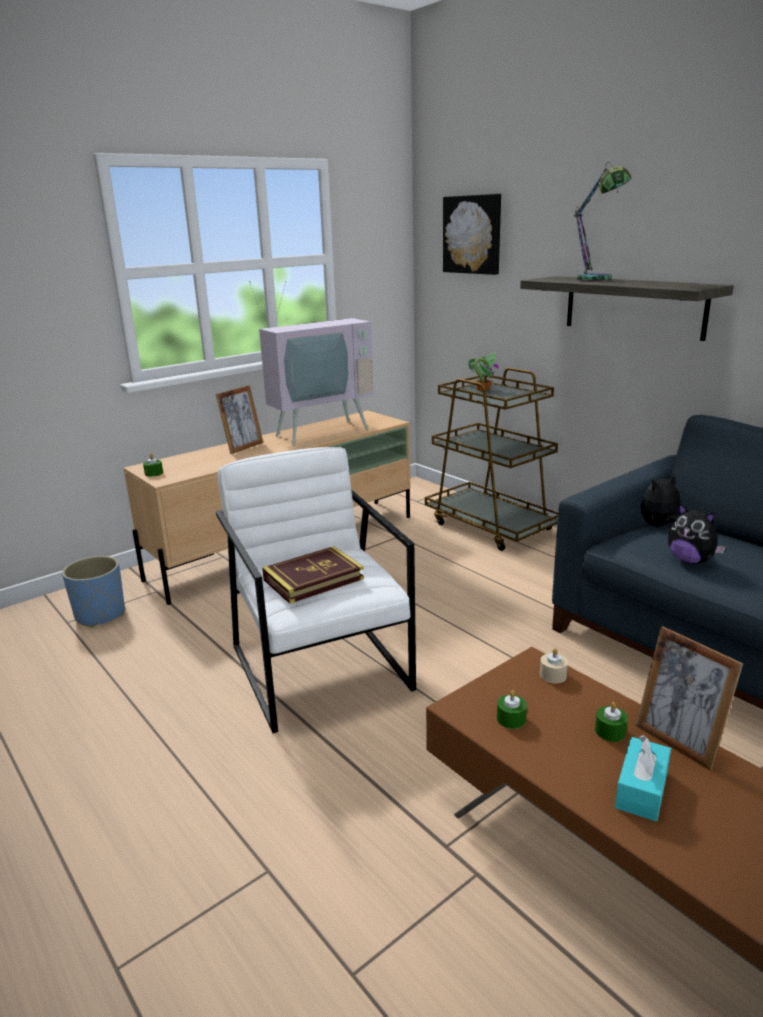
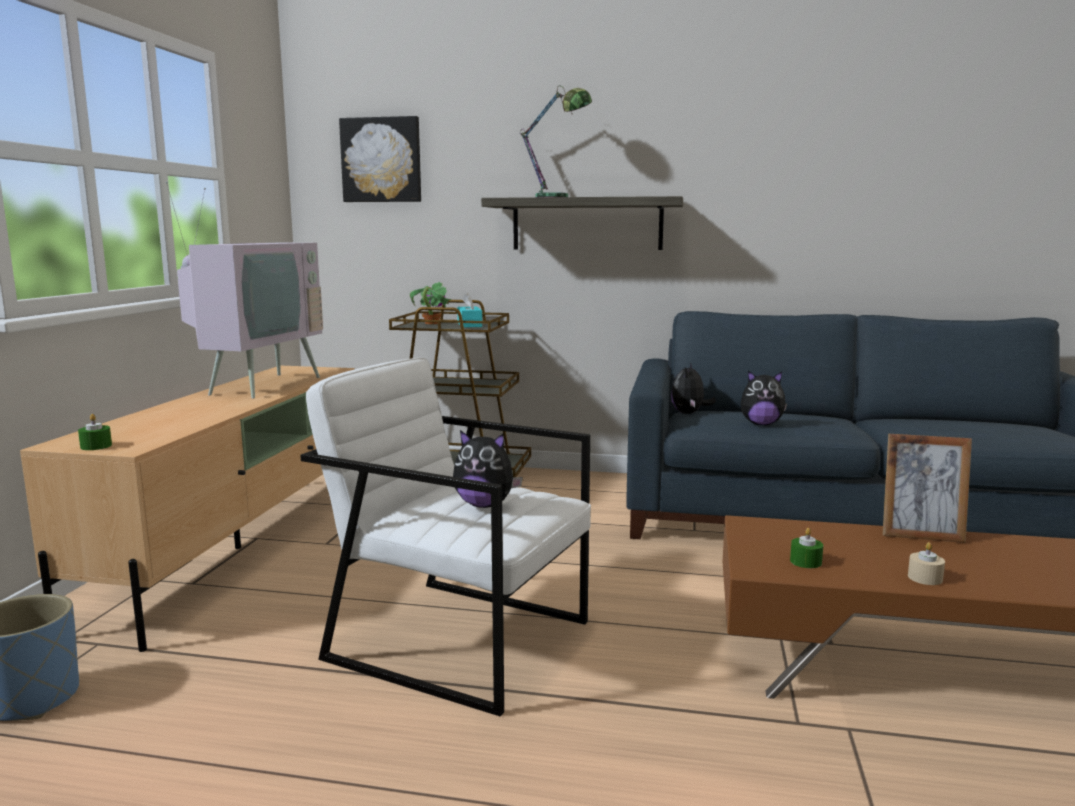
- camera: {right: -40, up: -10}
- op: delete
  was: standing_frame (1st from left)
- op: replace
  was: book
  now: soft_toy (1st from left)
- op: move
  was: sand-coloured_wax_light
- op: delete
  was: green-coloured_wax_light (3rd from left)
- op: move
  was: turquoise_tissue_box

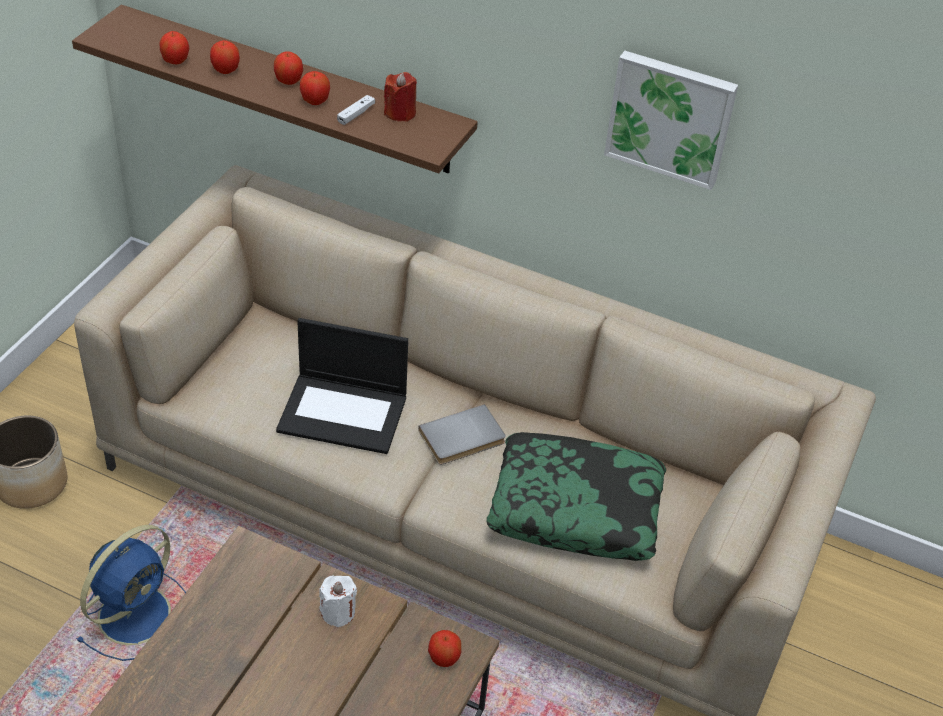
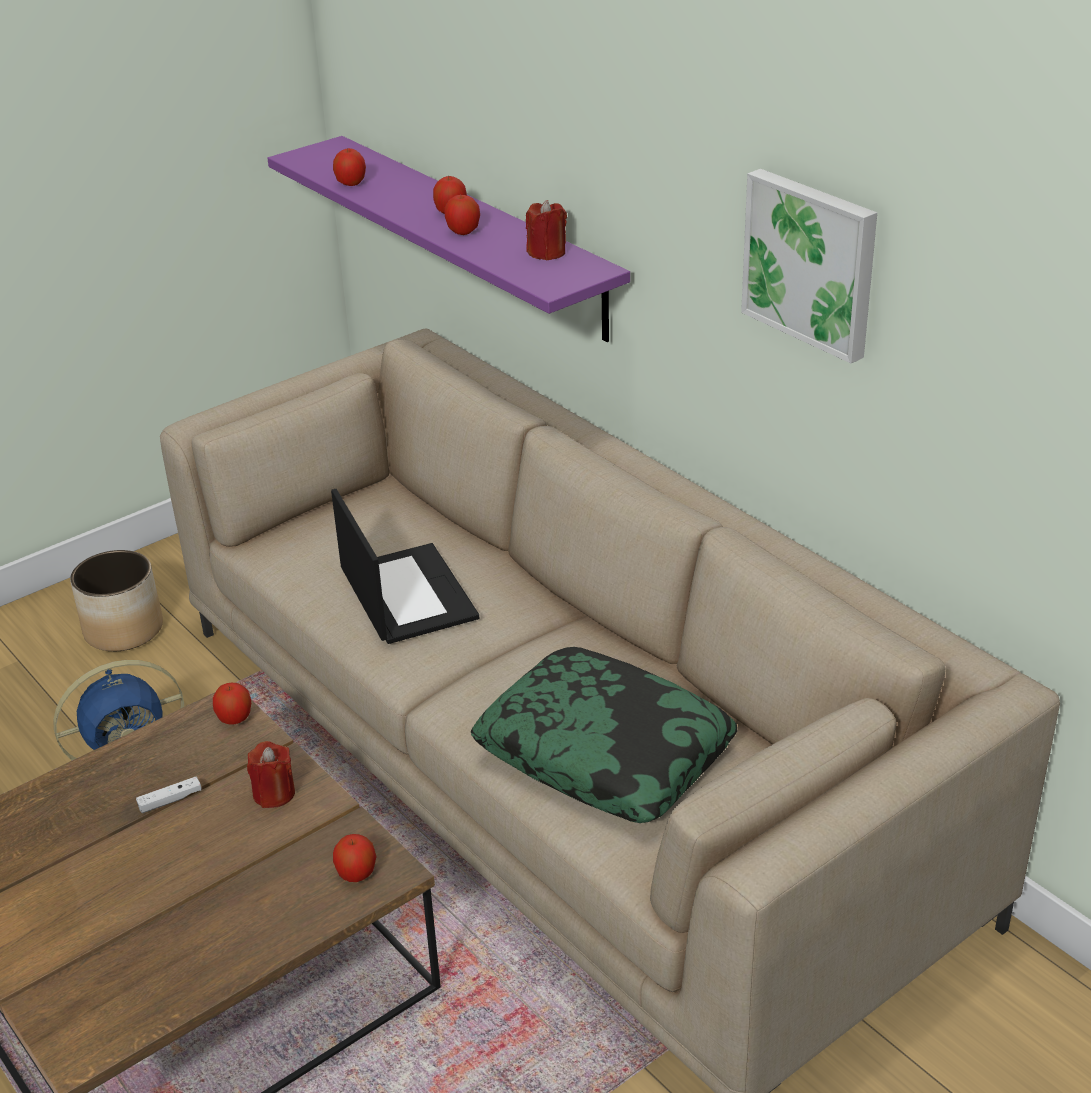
- camera: {right: 30, up: -10}
- op: recolor
  was: brown-coloured_bracket_shelf
  now: purple_bracket_shelf
- op: move
  was: apple (2nd from left in the first image)
  now: apple (1st from left)
- op: rotate
  was: laptop
  clockwise: -150
- op: recolor
  was: white_wax_light
  now: red_wax_light (1st from left)
- op: move
  was: white_game_controller
- op: delete
  was: grey_book

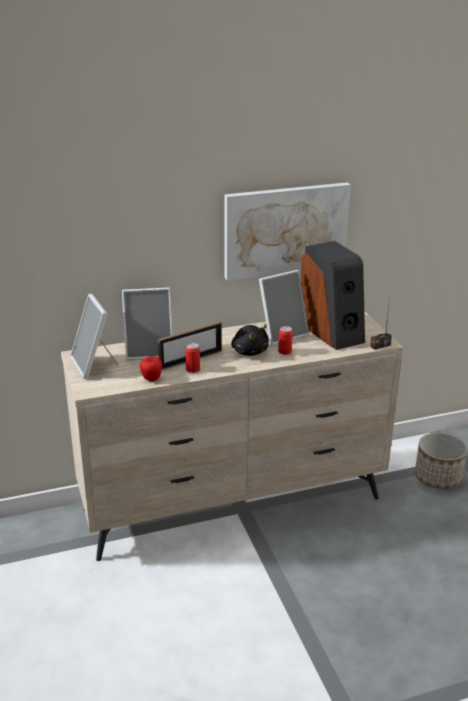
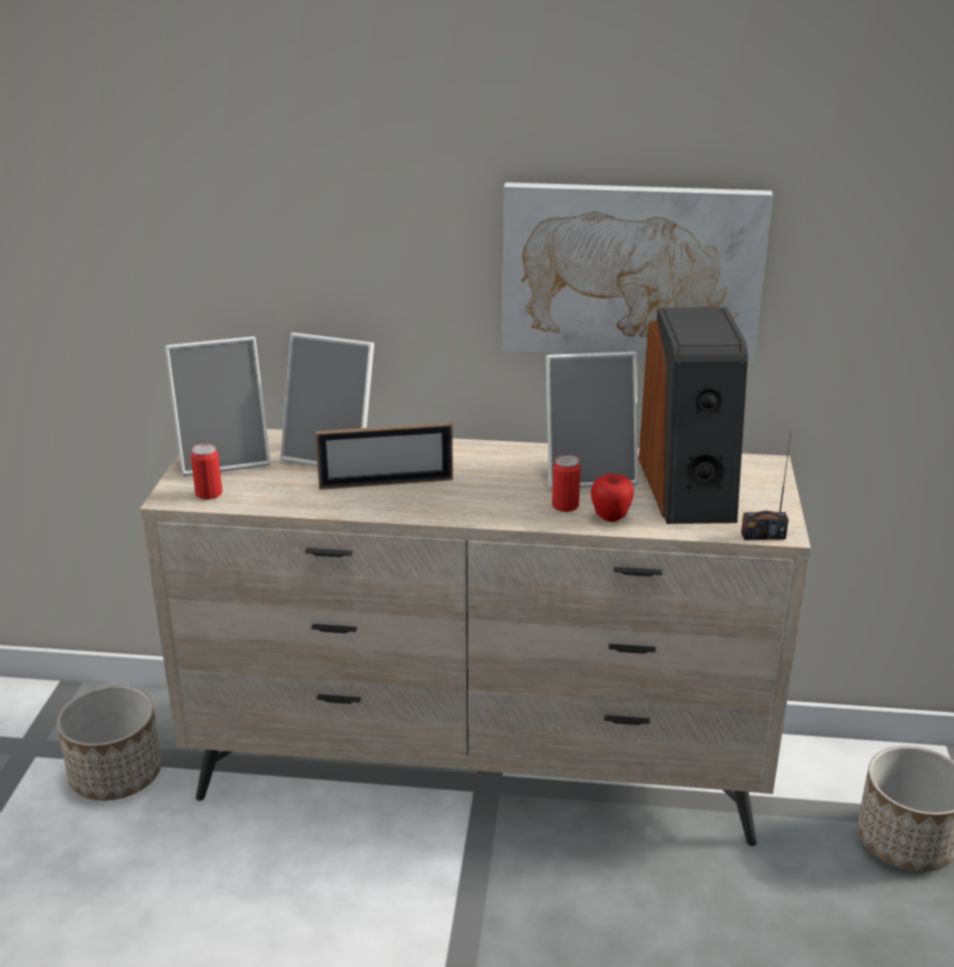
- camera: {right: 25, up: 0}
- op: rotate
  was: standing_frame (1st from left)
  clockwise: -105
- op: move
  was: apple
- op: move
  was: sealed_can (1st from left)
- op: delete
  was: black_soft_toy
- op: insert
  now: planter (1st from left)

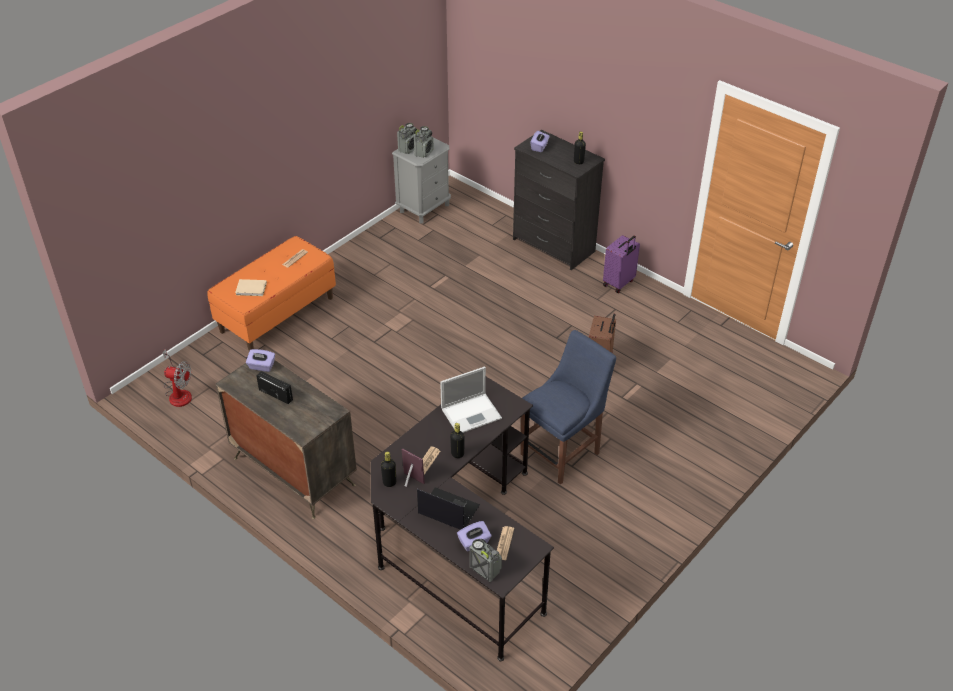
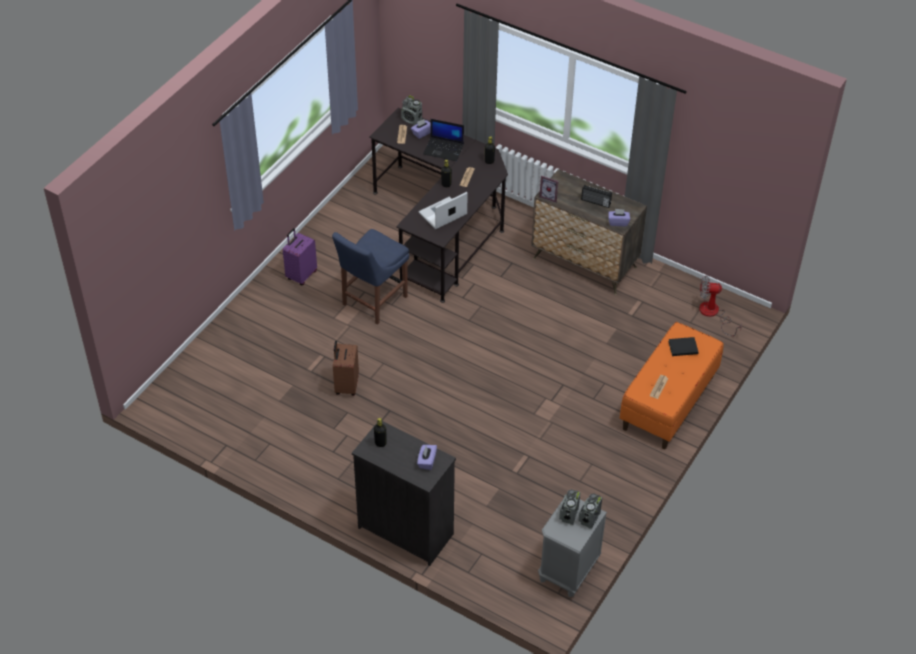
- camera: {right: 170, up: 5}
- op: recolor
  was: sand-coloured_book
  now: black_book
- op: move
  was: standing_frame
- op: move
  was: purple_suitcase

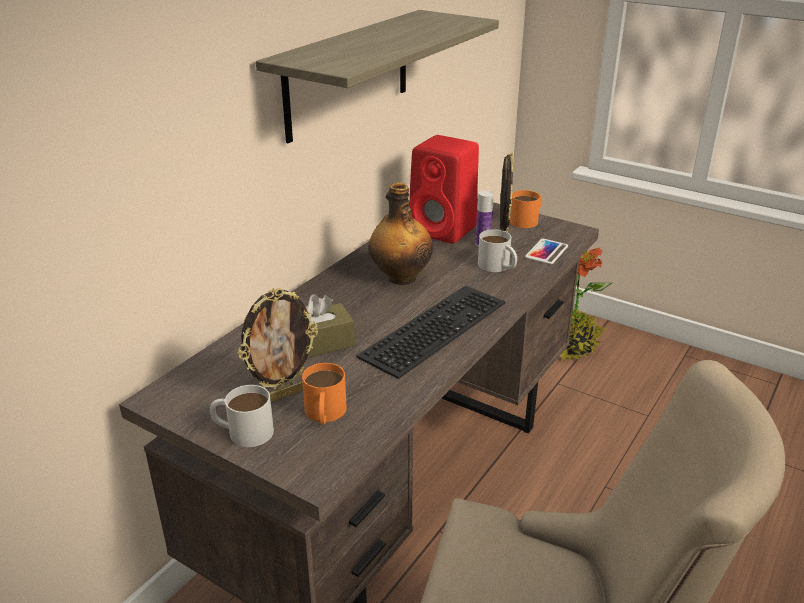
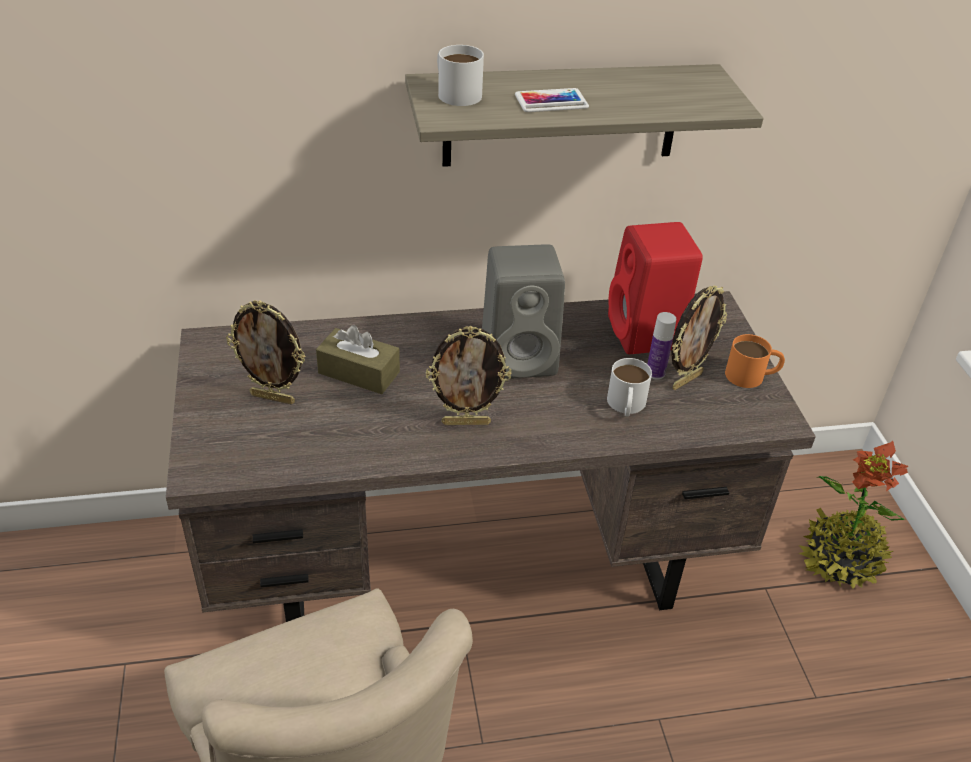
- camera: {right: 45, up: 10}
- op: move
  was: white_coffee_mug (1st from left)
- op: delete
  was: orange-coloured_coffee_mug (1st from left)
- op: replace
  was: computer_keyboard
  now: standing_frame (2nd from left)
- op: replace
  was: drink_bottle (1st from left)
  now: grey_speaker
- op: move
  was: phone

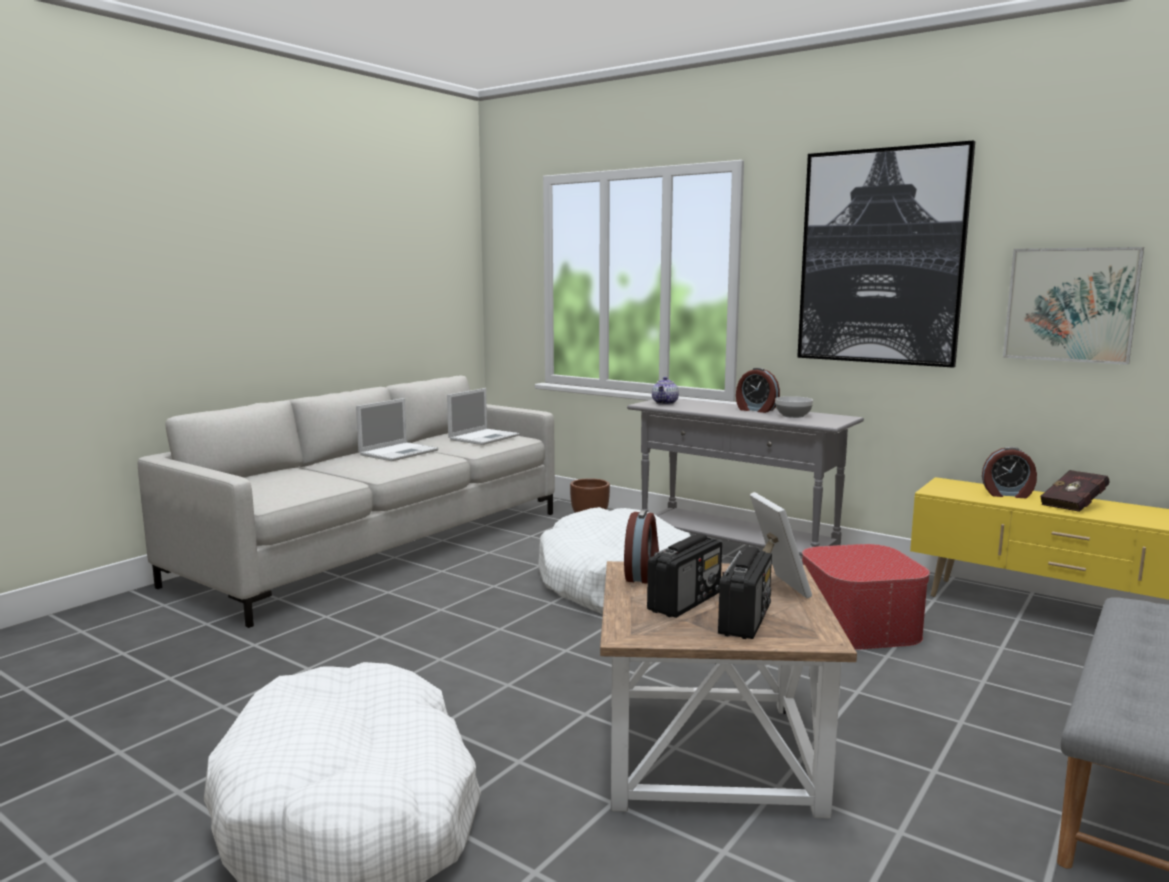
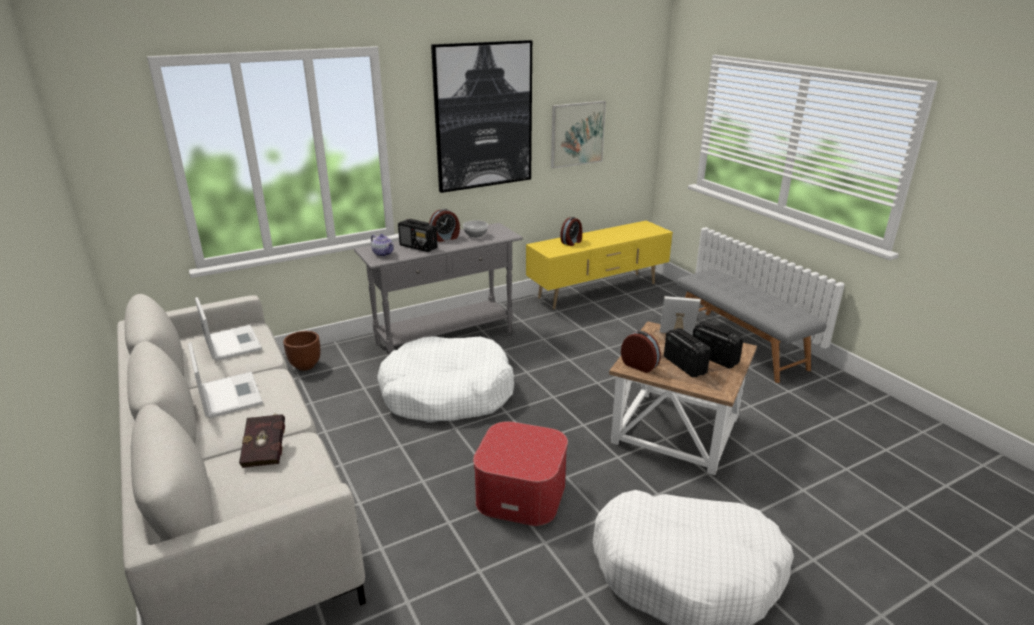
- camera: {right: -65, up: 15}
- op: move
  was: pouffe
- op: move
  was: red_book
- op: insert
  now: radio (1st from left)

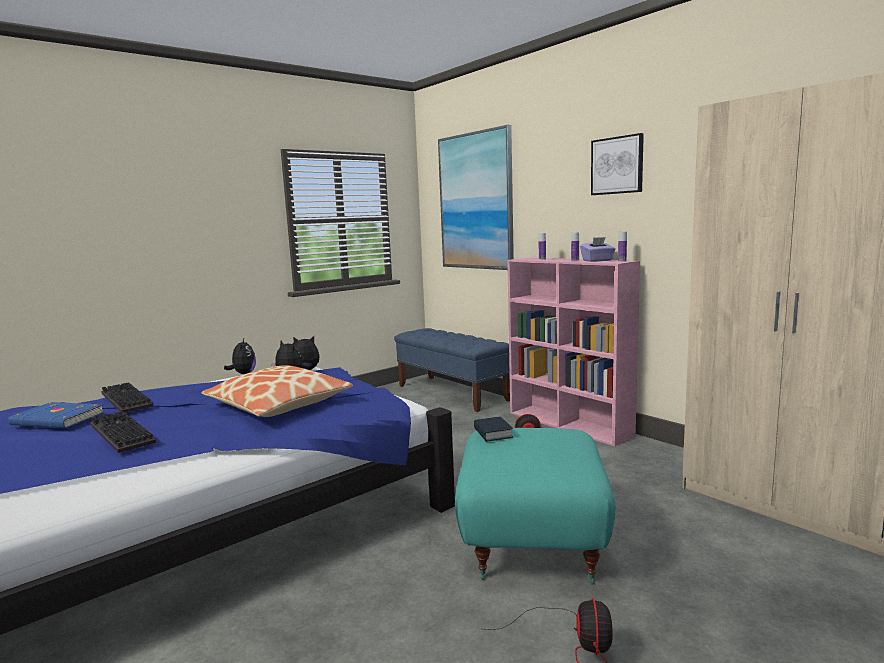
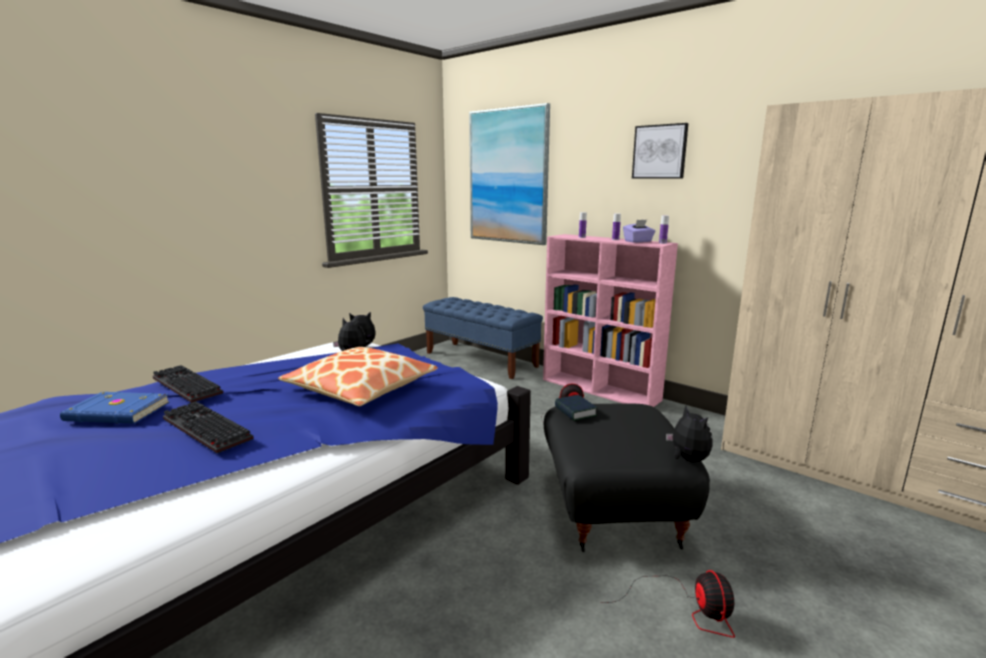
- camera: {right: -10, up: 5}
- op: move
  was: soft_toy (1st from left in the first image)
  now: soft_toy (3rd from left)
- op: recolor
  was: turquoise_pouffe
  now: black_pouffe

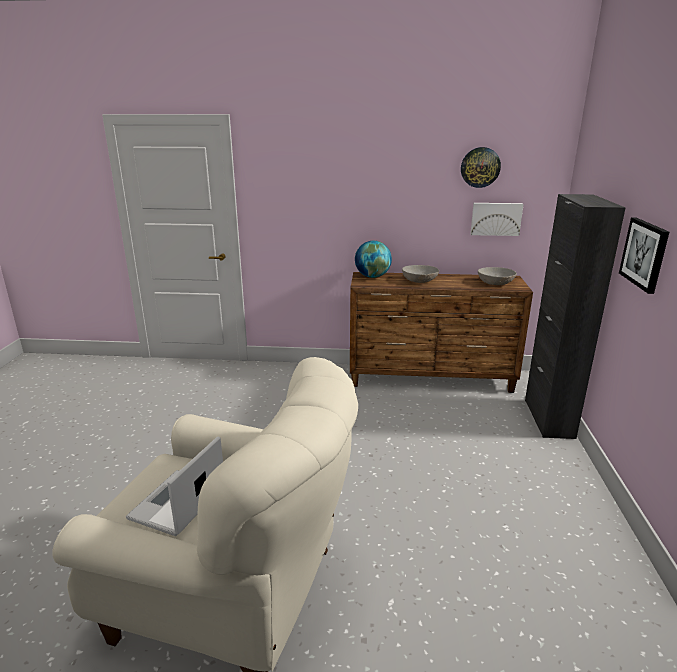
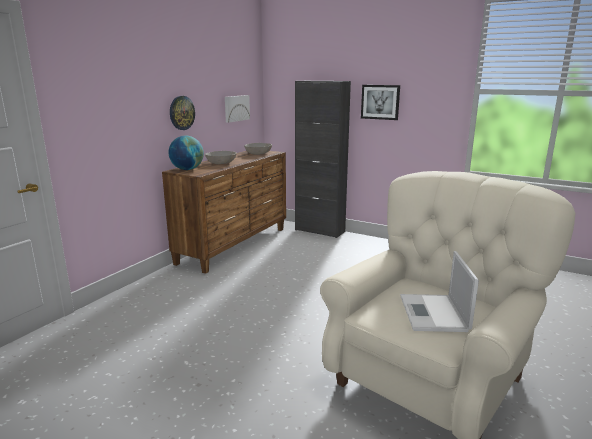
- camera: {right: -65, up: -5}
- op: rotate
  was: laptop
  clockwise: 45
- op: move
  was: wall_clock

